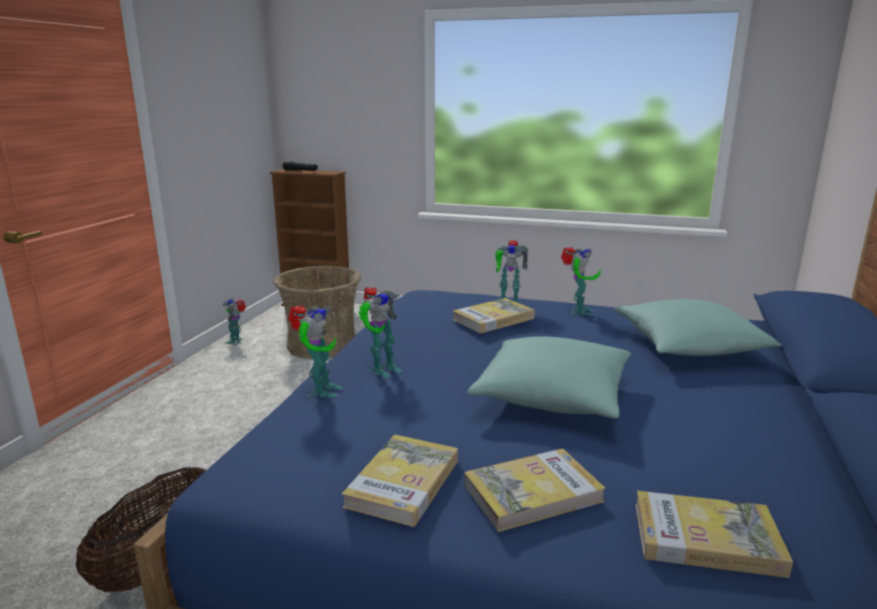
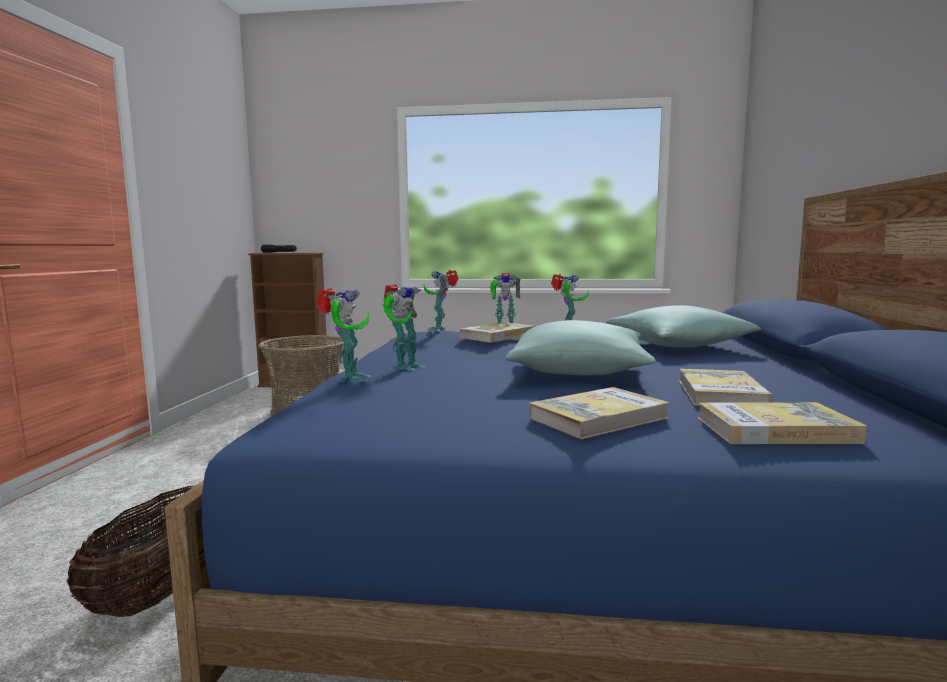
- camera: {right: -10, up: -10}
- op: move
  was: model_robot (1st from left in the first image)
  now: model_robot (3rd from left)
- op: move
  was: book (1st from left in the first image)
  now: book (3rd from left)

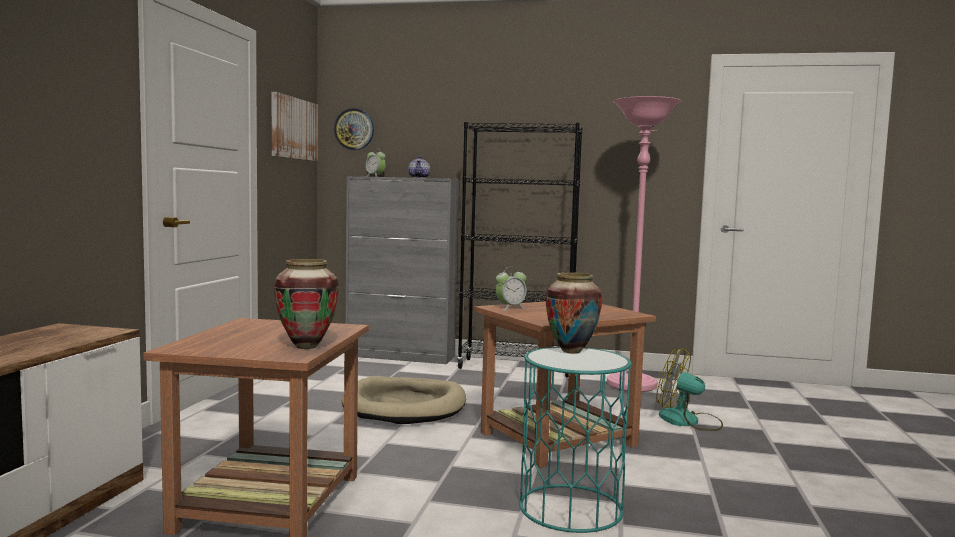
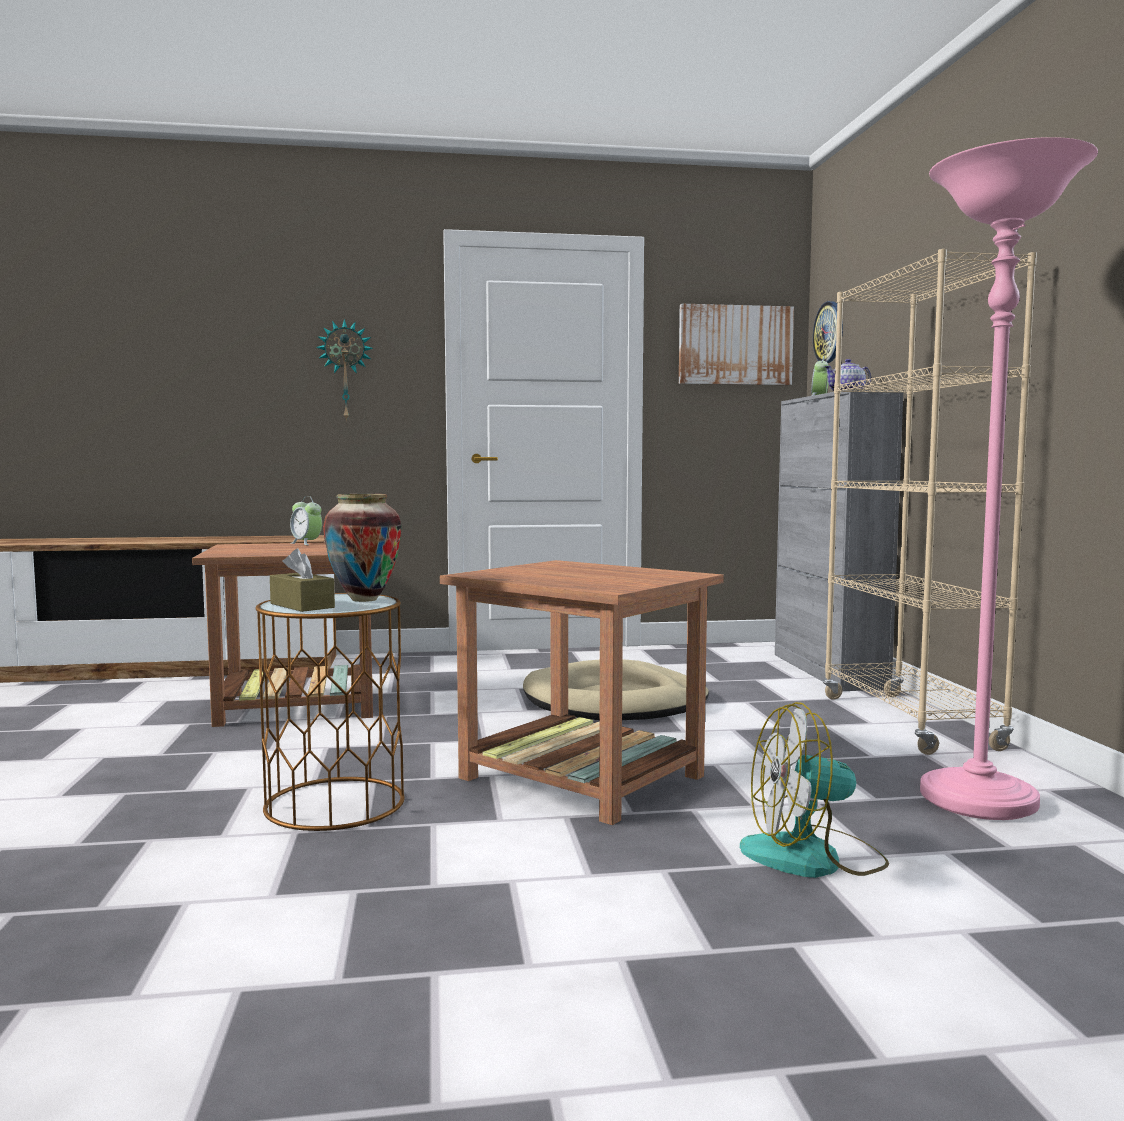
- camera: {right: 70, up: 0}
- op: delete
  was: vase (1st from left)
- op: recolor
  was: black_shelving_unit
  now: sand-coloured_shelving_unit
- op: move
  was: bedside_clock (2nd from left in the first image)
  now: bedside_clock (1st from left)
- op: recolor
  was: turquoise_end_table
  now: brown-coloured_end_table (2nd from left)
- op: rotate
  was: fan
  clockwise: -105
- op: insert
  now: brown-coloured_tissue_box
- op: insert
  now: wall_clock (1st from left)

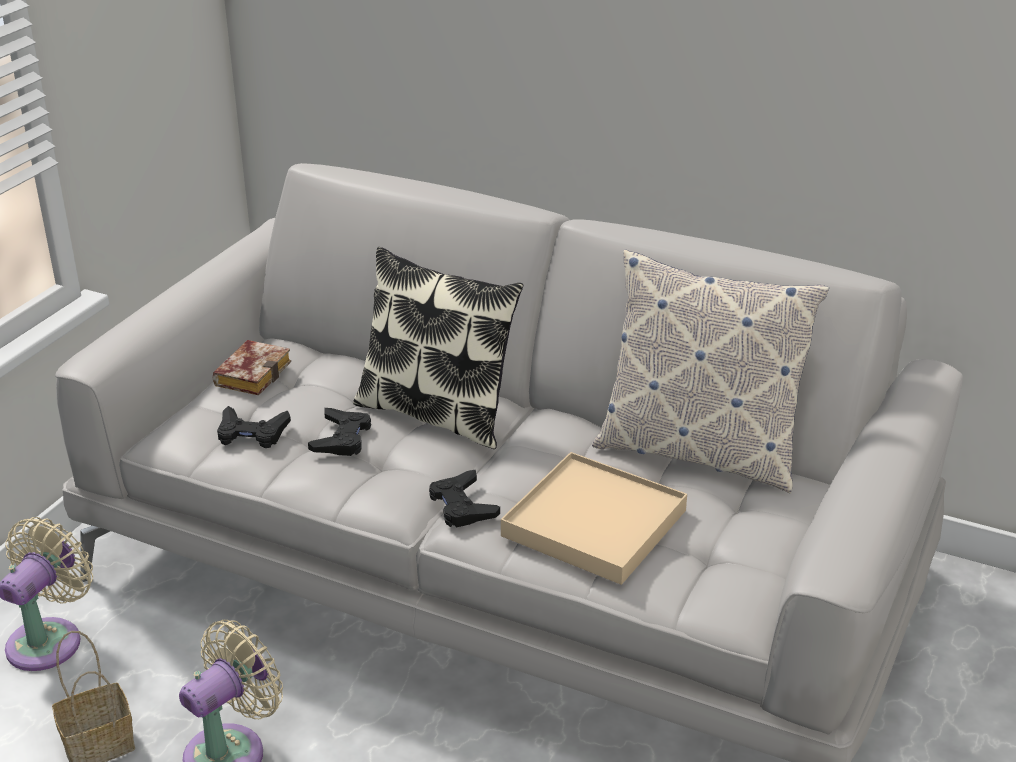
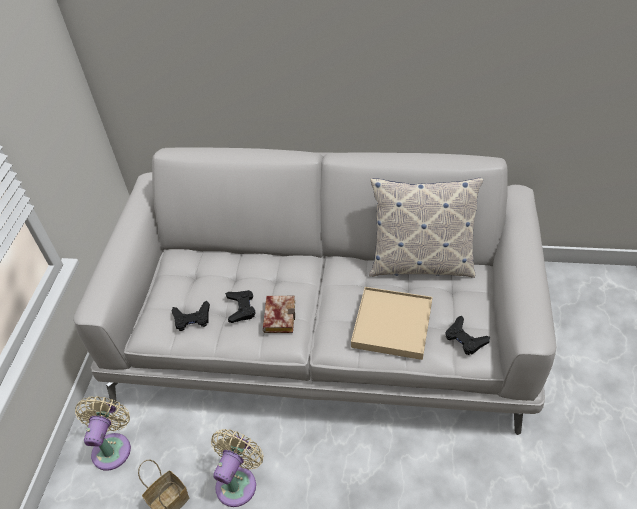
- camera: {right: -15, up: 15}
- op: move
  was: book
- op: delete
  was: throw_pillow (1st from left)
- op: move
  was: black_game_controller (3rd from left)

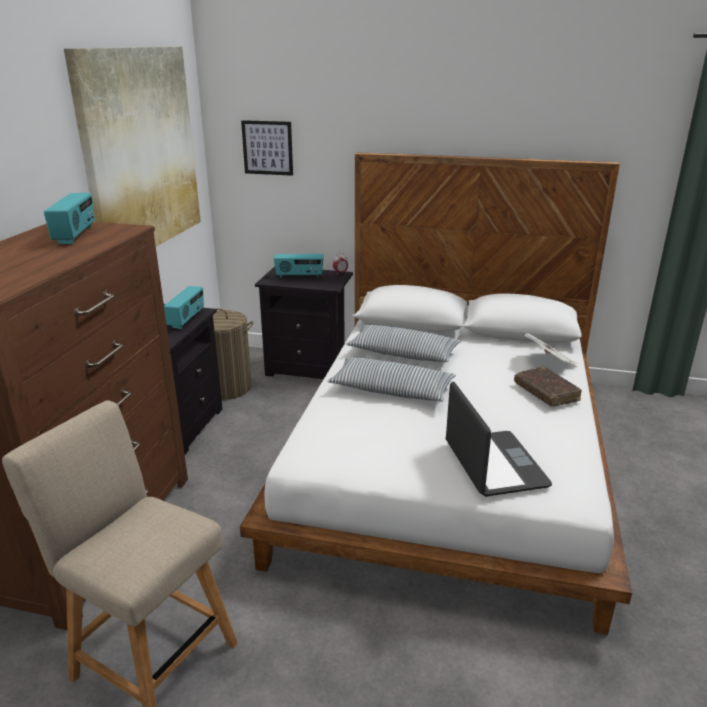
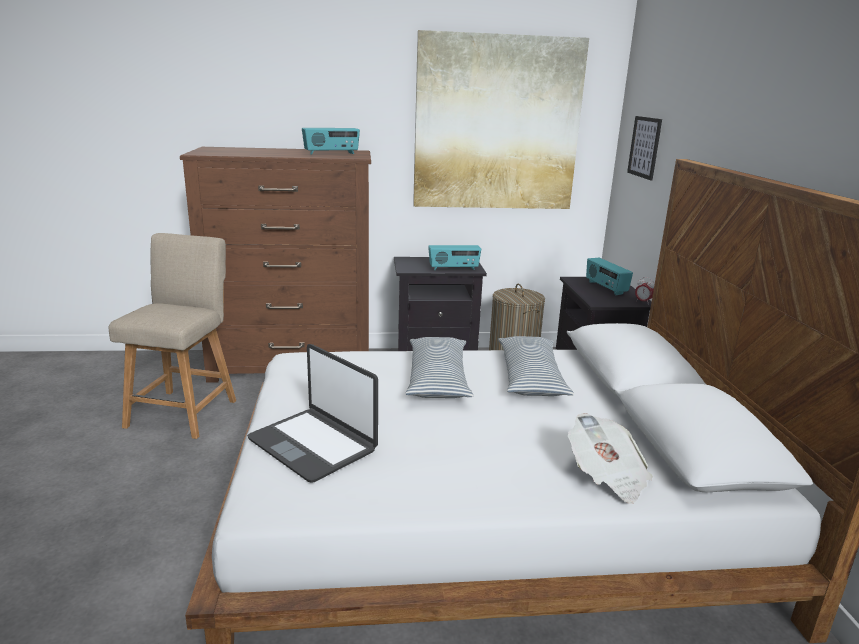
- camera: {right: 70, up: -5}
- op: rotate
  was: laptop
  clockwise: 75
- op: delete
  was: brown-coloured_book

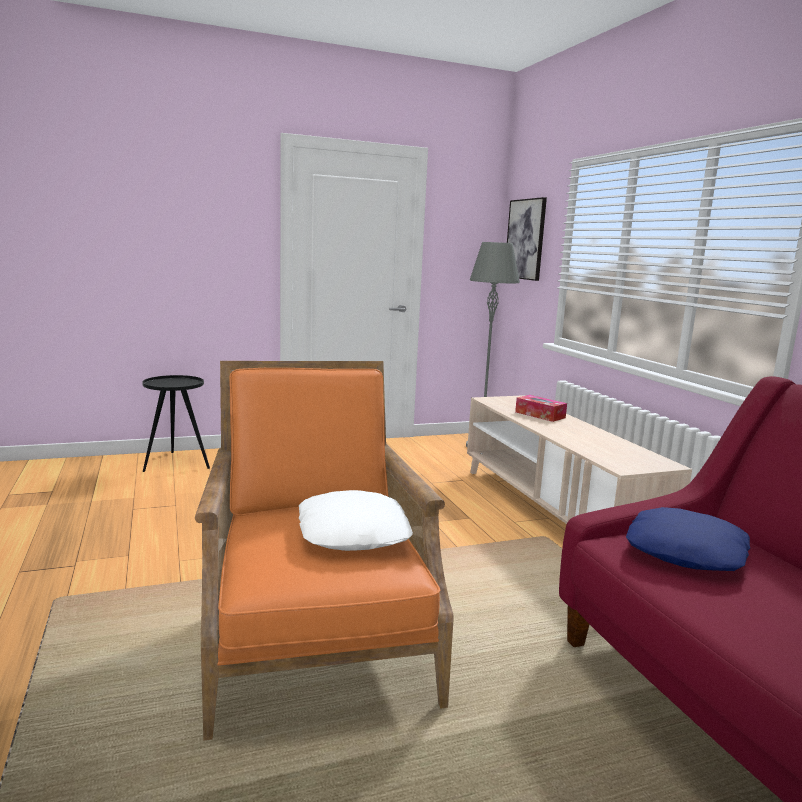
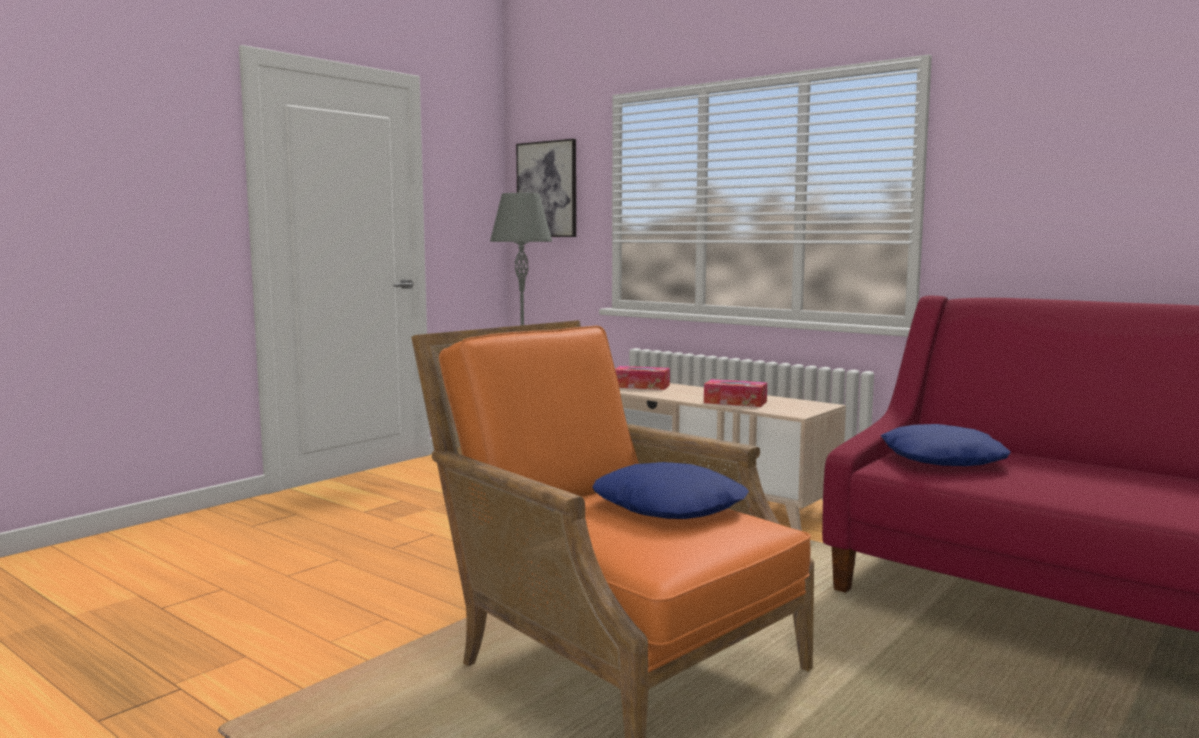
- camera: {right: -30, up: -5}
- op: delete
  was: black_end_table
- op: recolor
  was: white_throw_pillow
  now: blue-coloured_throw_pillow (1st from left)
- op: insert
  now: tissue_box (2nd from left)

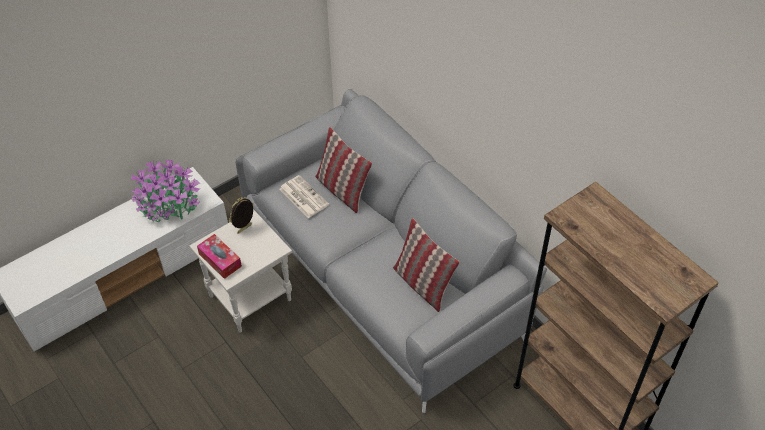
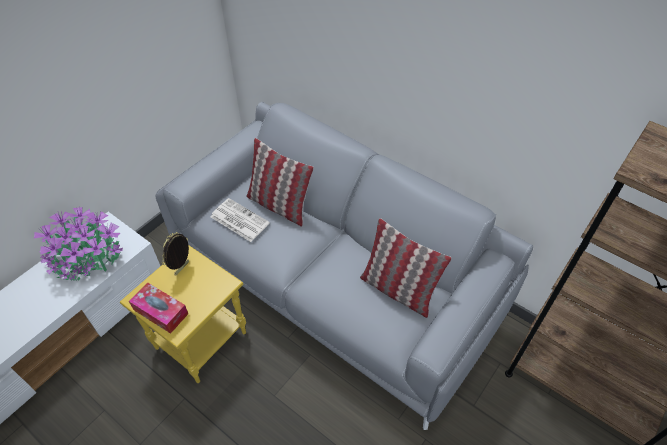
- camera: {right: -15, up: 0}
- op: recolor
  was: white_end_table
  now: yellow_end_table

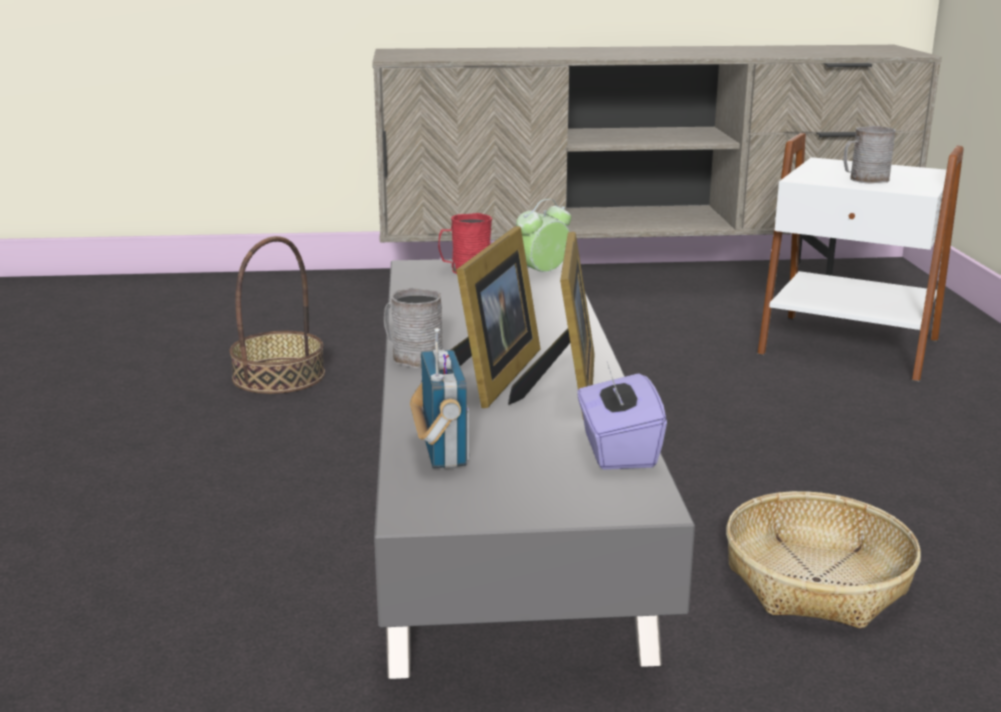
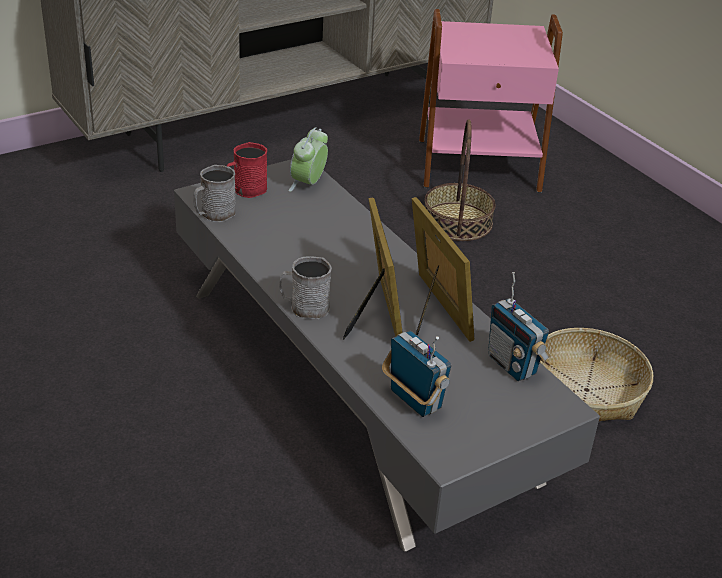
- camera: {right: -30, up: 15}
- op: move
  was: storage_basket (1st from left)
- op: replace
  was: purple_tissue_box
  now: radio (2nd from left)
- op: recolor
  was: white_end_table
  now: pinkish_end_table
- op: move
  was: grey_coffee_mug (2nd from left in the first image)
  now: grey_coffee_mug (1st from left)

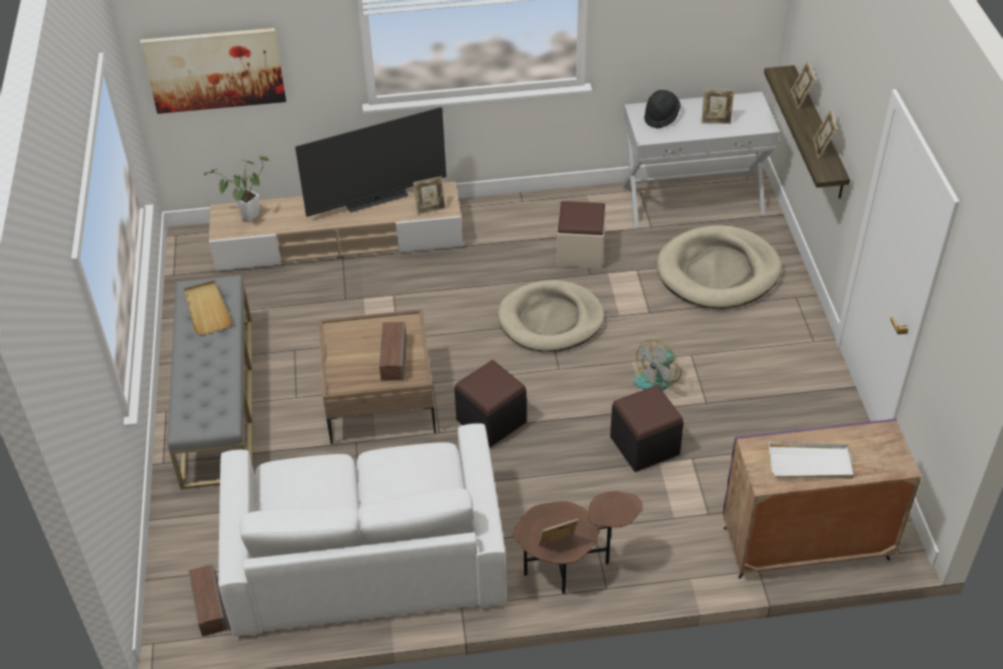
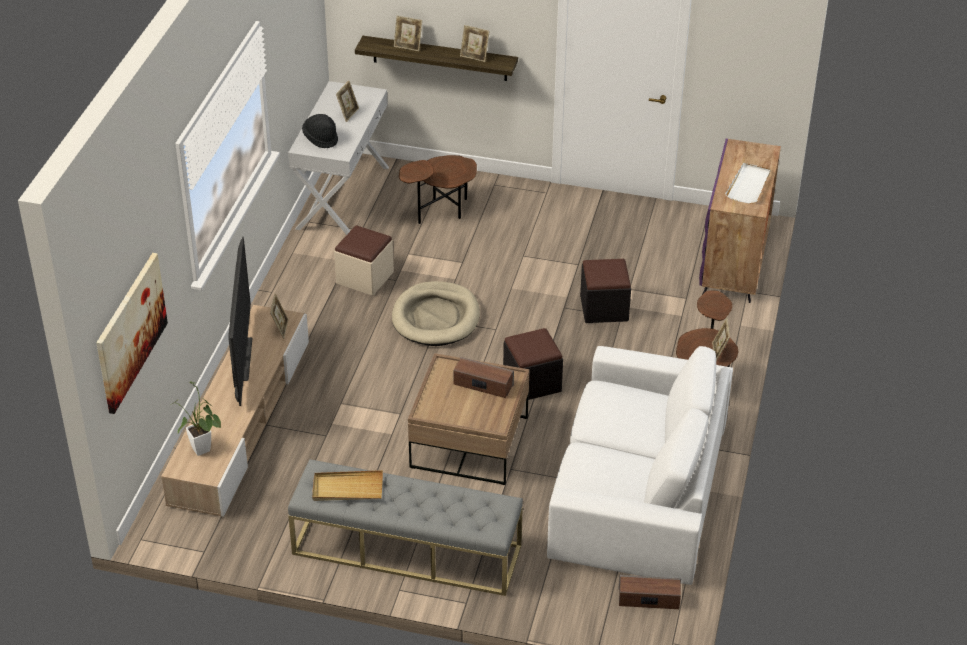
- camera: {right: -70, up: -5}
- op: delete
  was: fan
- op: replace
  was: sand-coloured_dog_cushion (2nd from left)
  now: brown-coloured_end_table (1st from left)

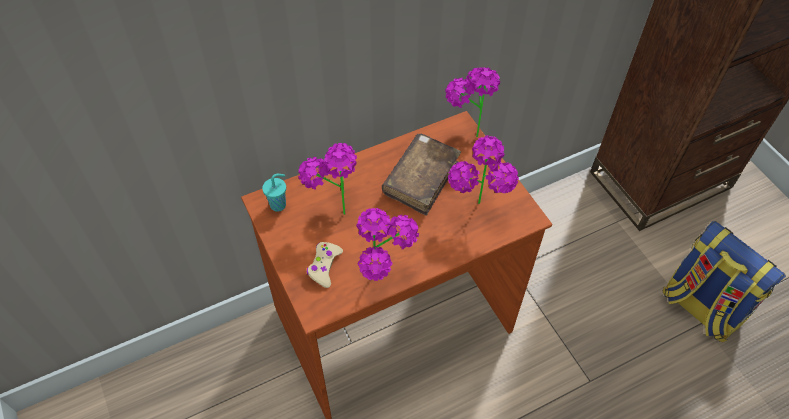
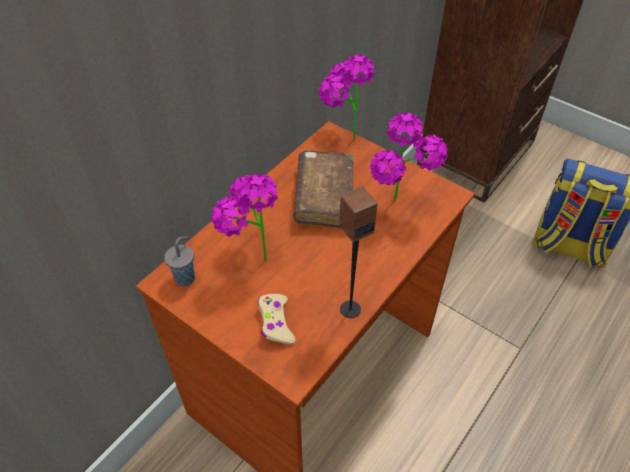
- camera: {right: -25, up: -5}
- op: recolor
  was: turquoise_cup
  now: grey_cup
- op: replace
  was: houseplant (2nd from left)
  now: speaker

